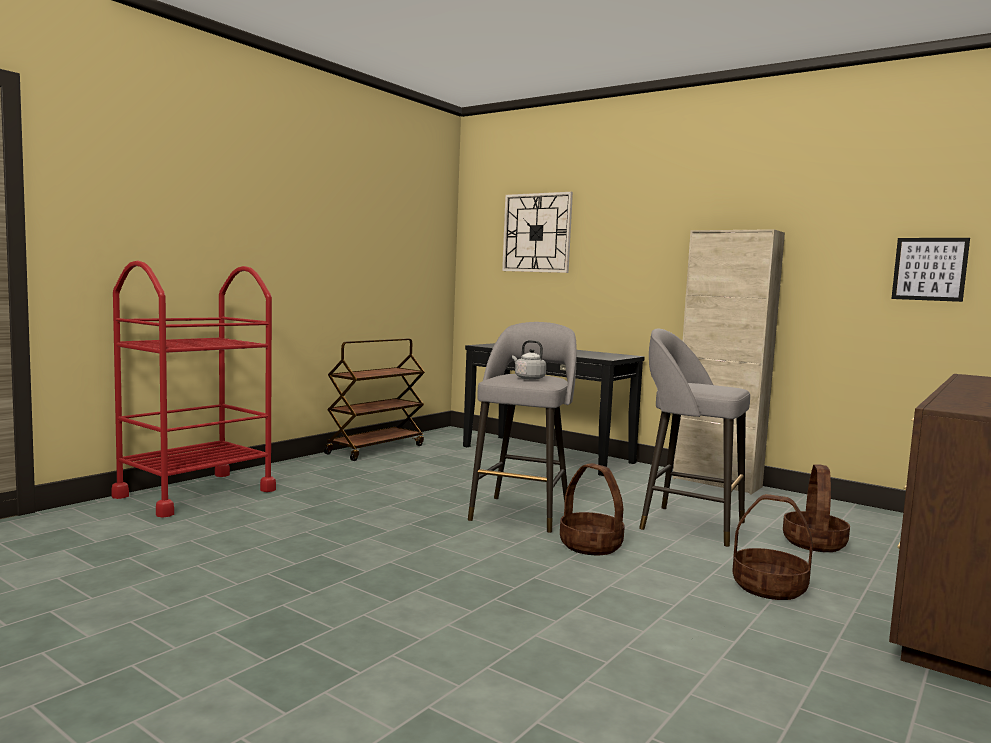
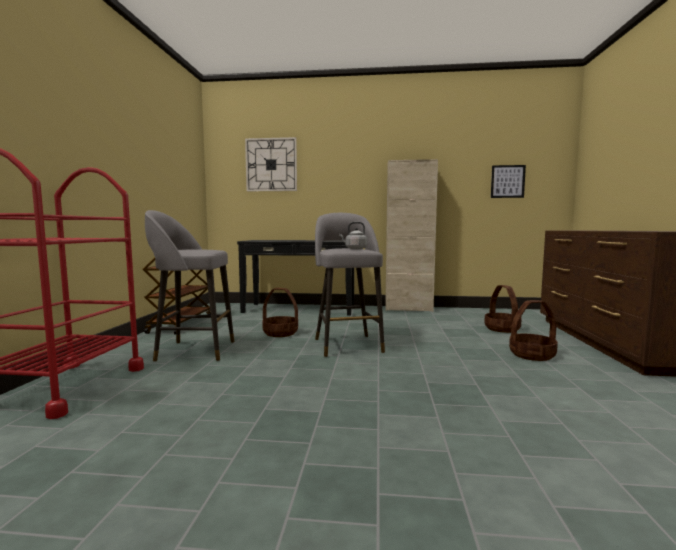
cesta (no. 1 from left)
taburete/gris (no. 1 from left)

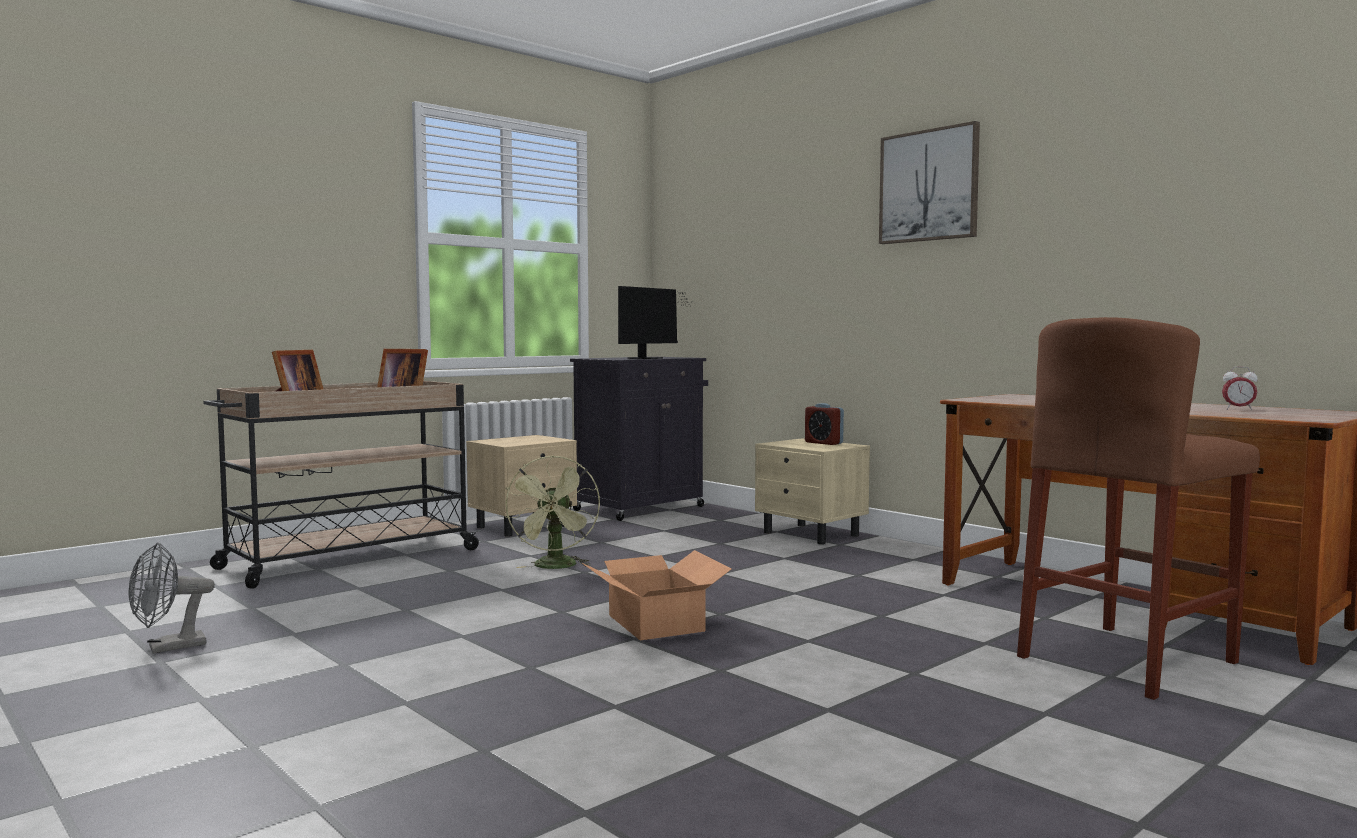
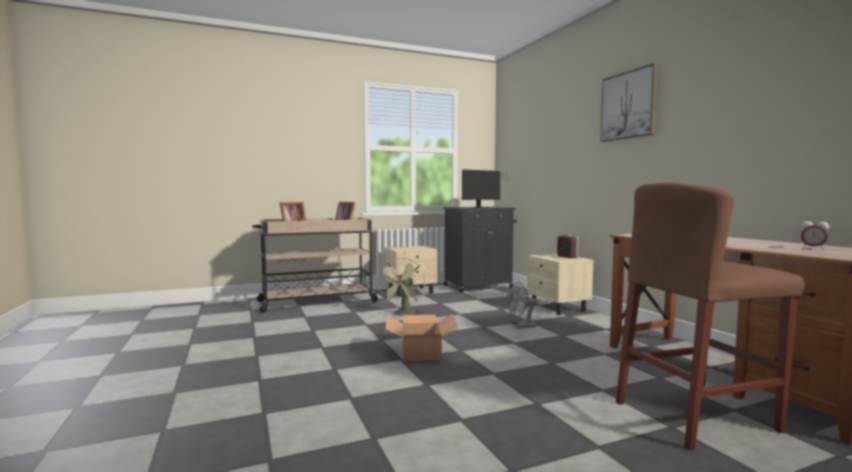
ventilador/gris

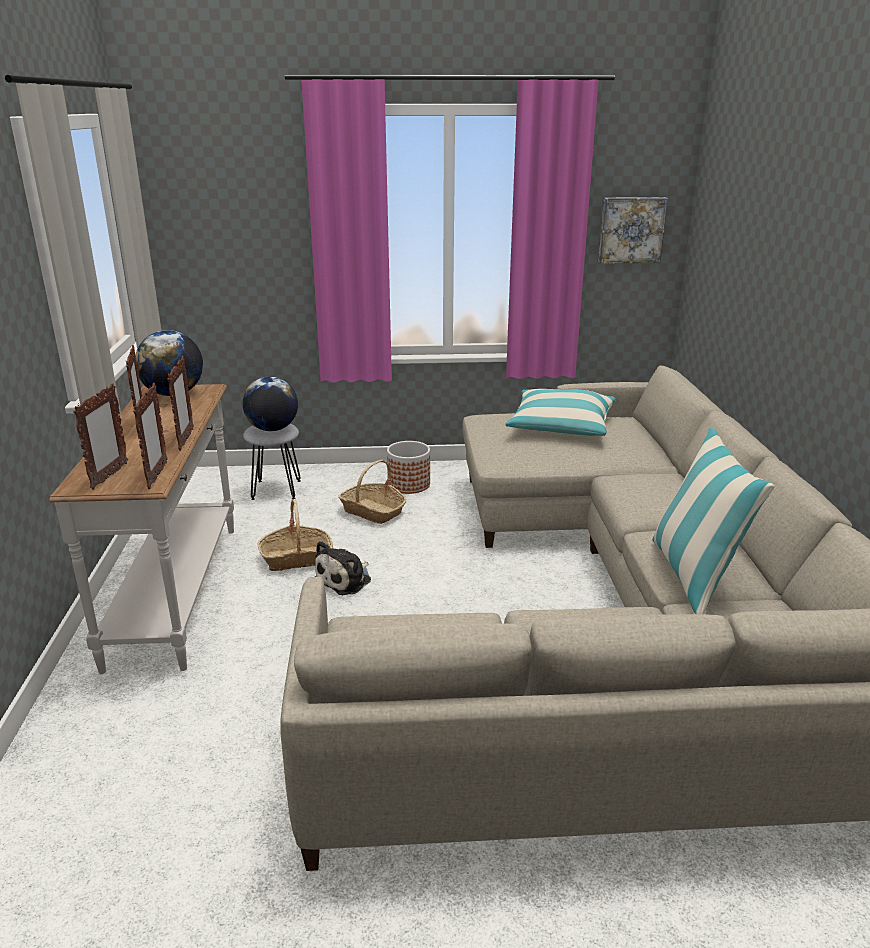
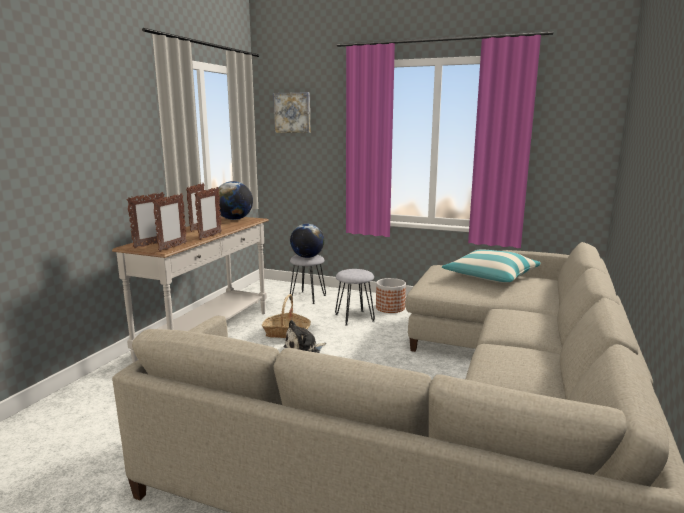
taburete/gris (no. 2 from left)
cuadro
cojín (no. 2 from left in the first image)

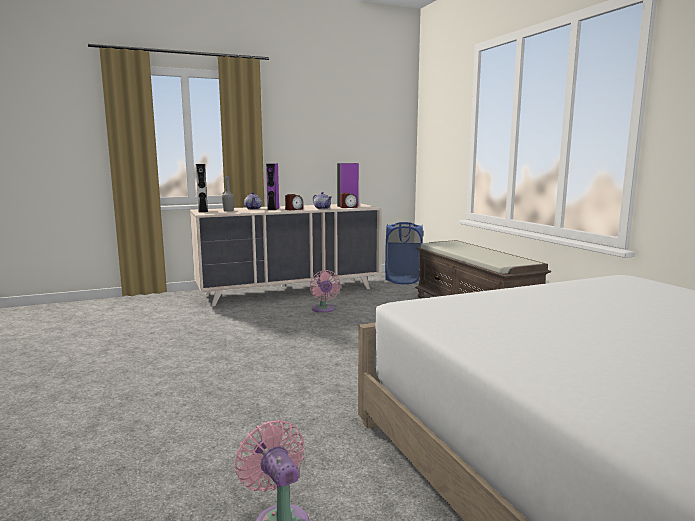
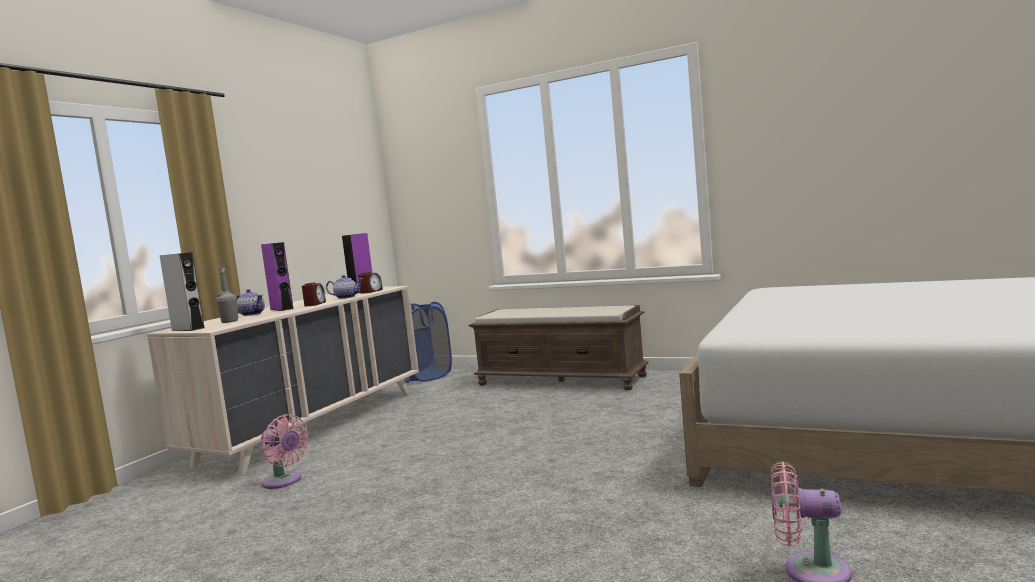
ventilador/rosa (no. 1 from left)

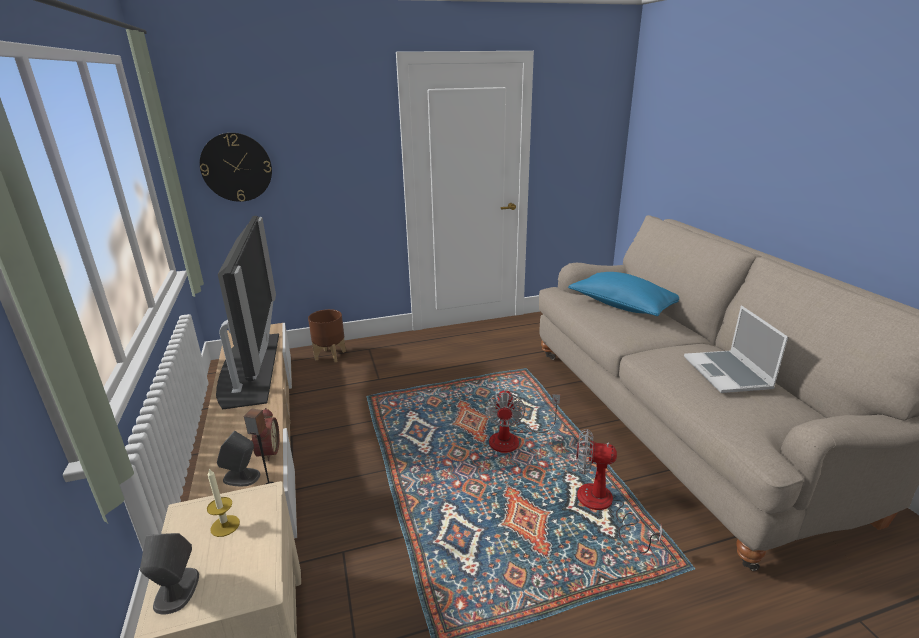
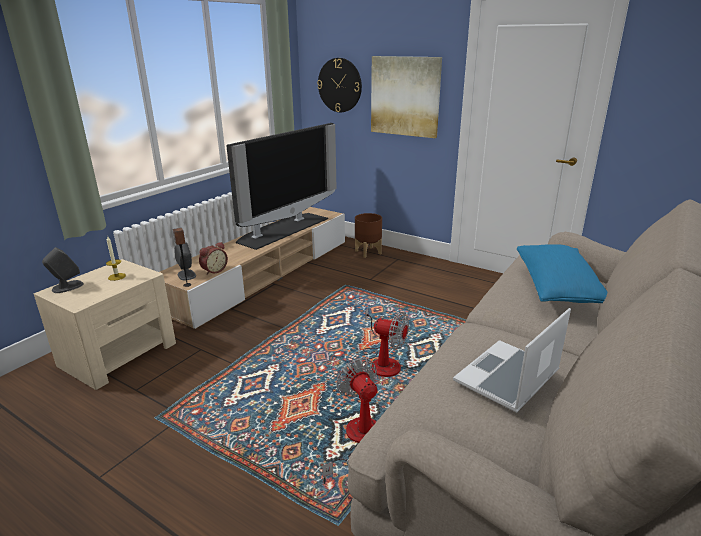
ventilador (no. 2 from left)
cuadro

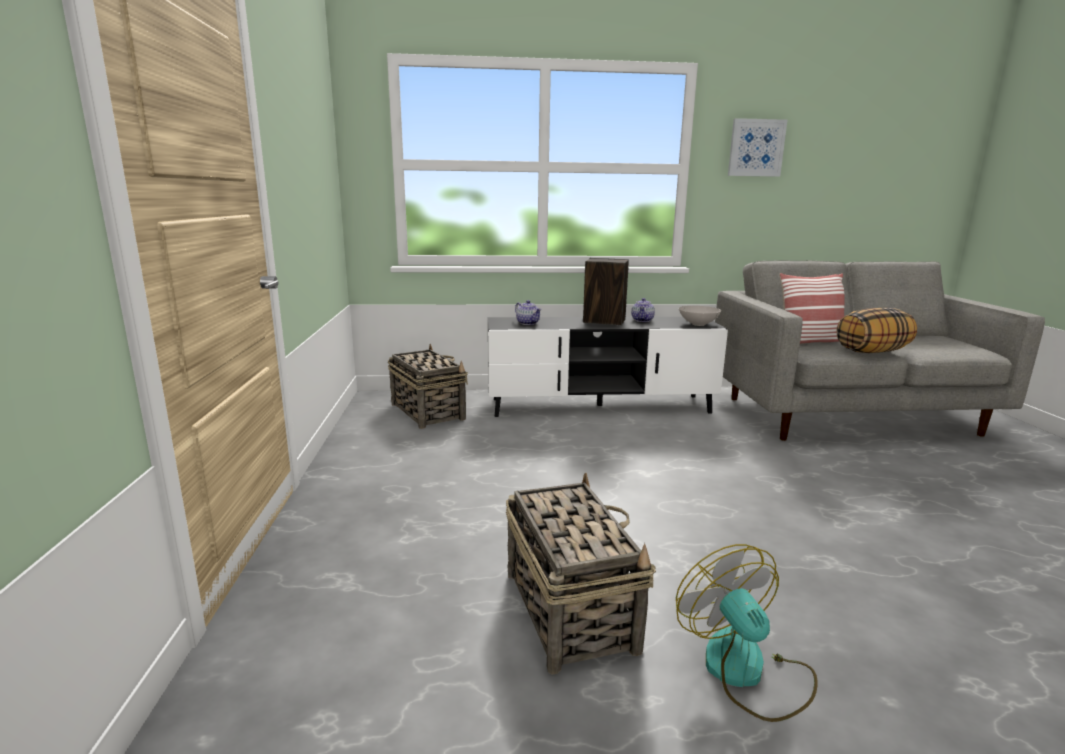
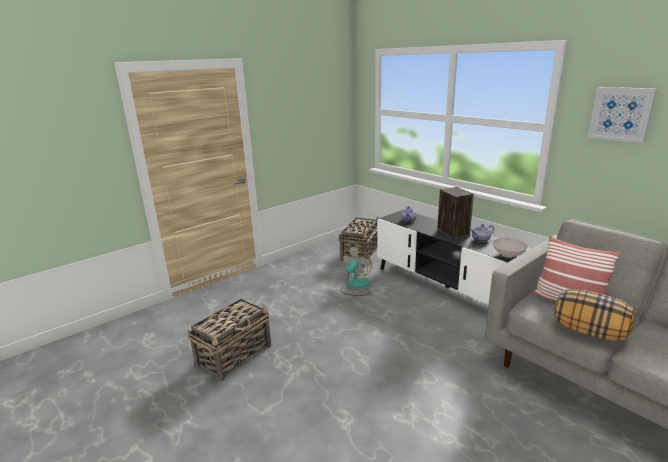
ventilador

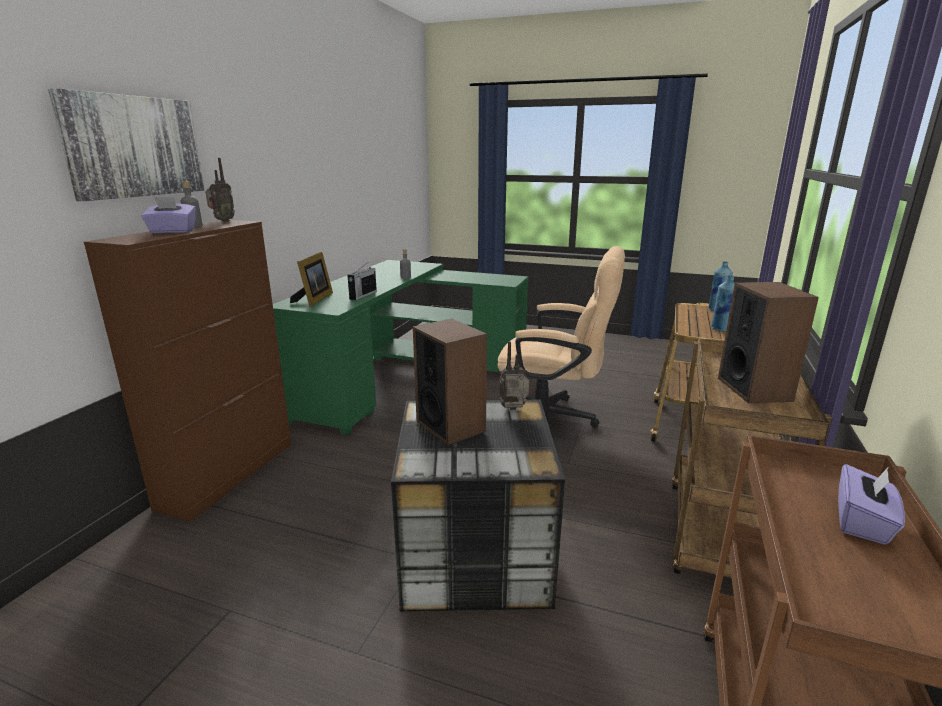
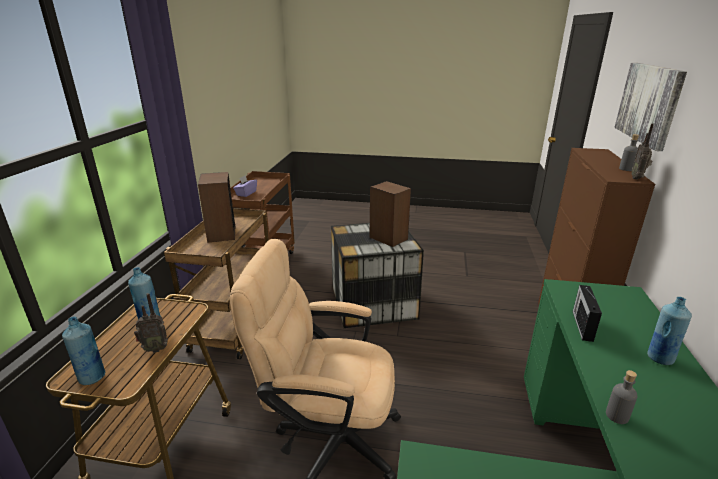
caja de pañuelos/morado (no. 1 from left in the first image)
portarretratos
radio (no. 1 from left)
botella/azul (no. 3 from left)

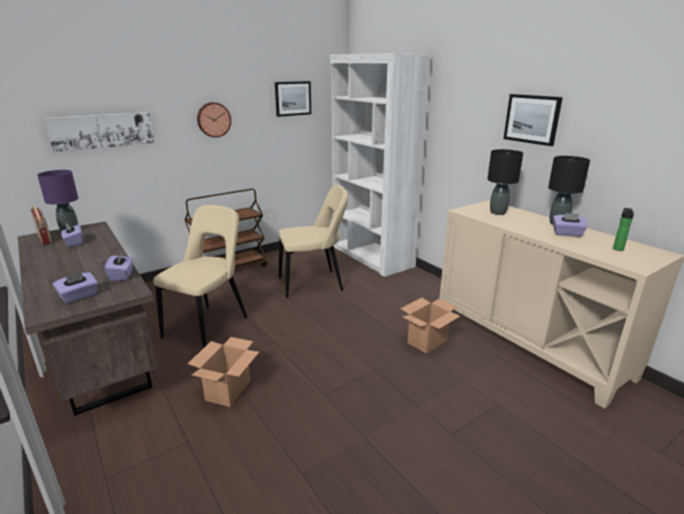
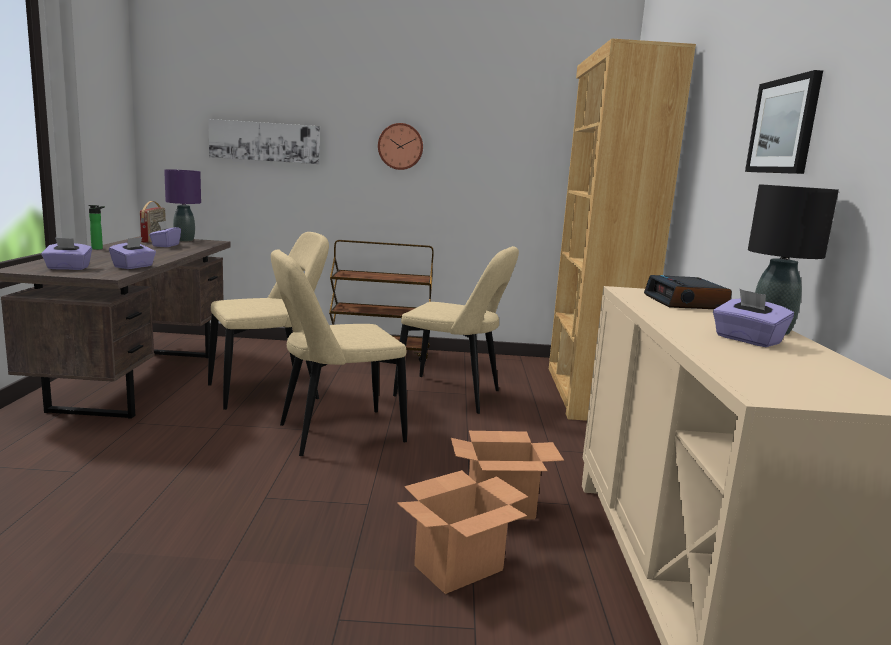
caja de cartón (no. 1 from left)
cuadro (no. 2 from left in the first image)
estantería/marrón
despertador
botella
silla/beis (no. 2 from left)

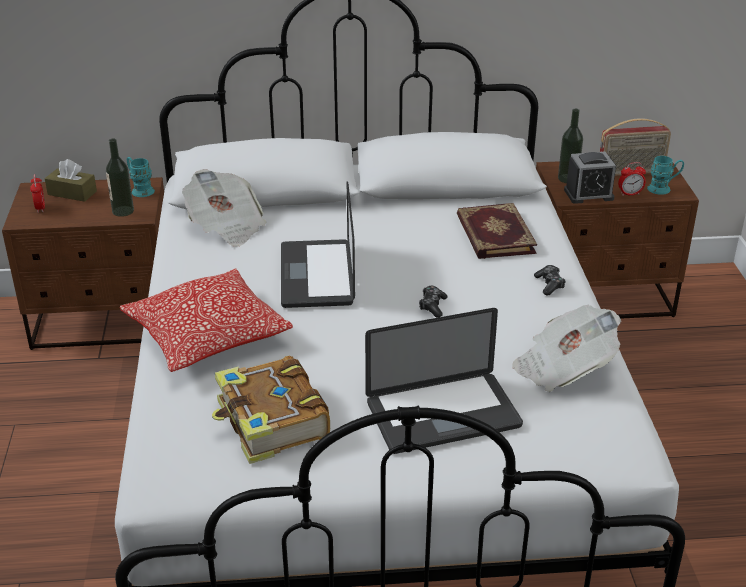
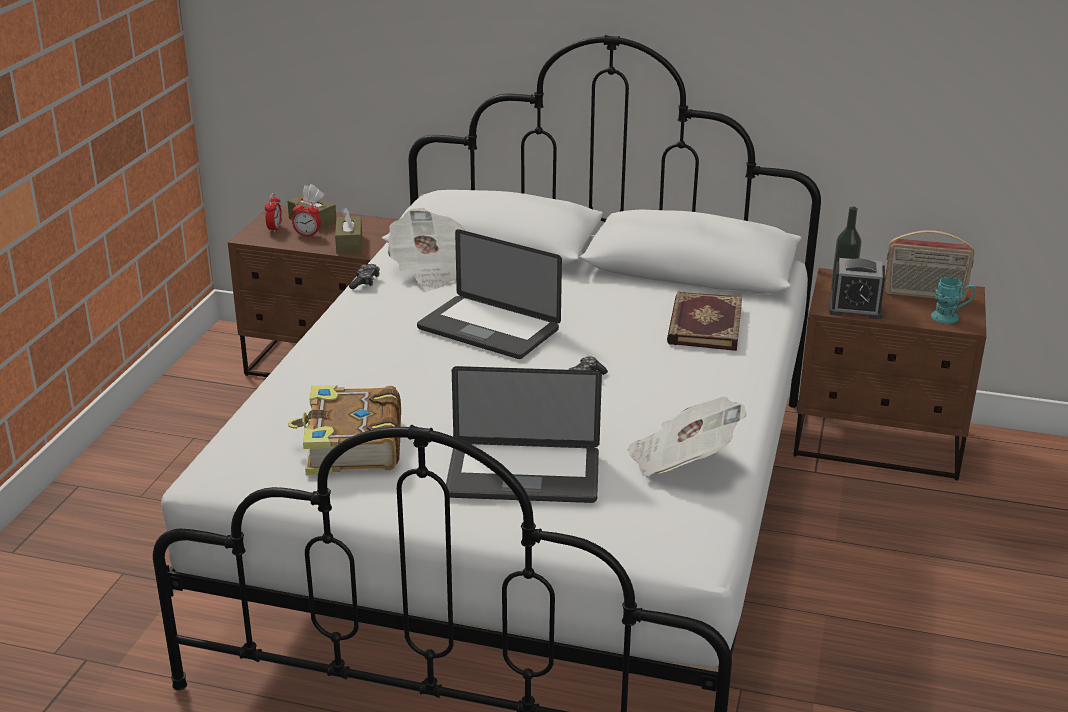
caja de pañuelos/marrón (no. 2 from left)
cojín
taza grande/turquesa (no. 1 from left in the first image)
portátil (no. 1 from left)
mando de consola (no. 1 from left)
despertador (no. 2 from left)

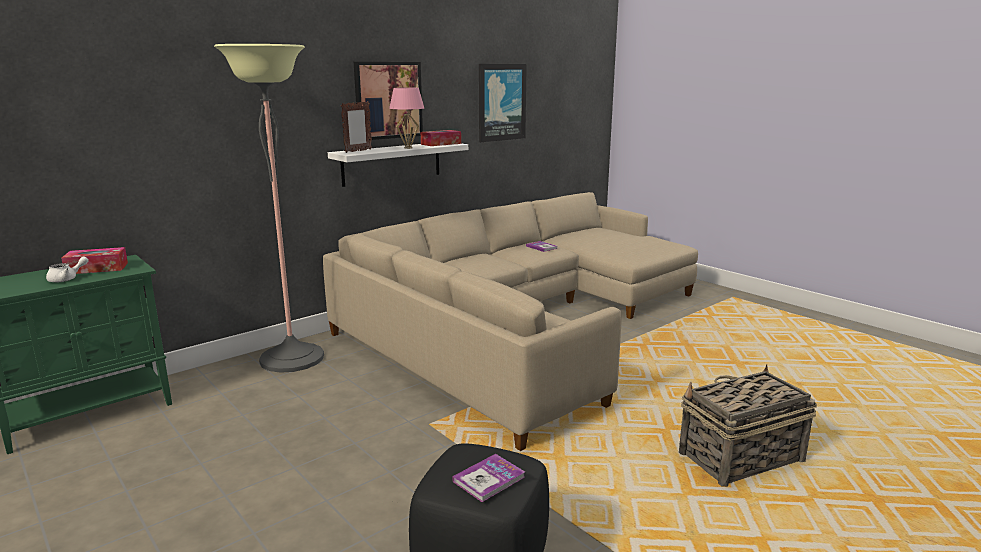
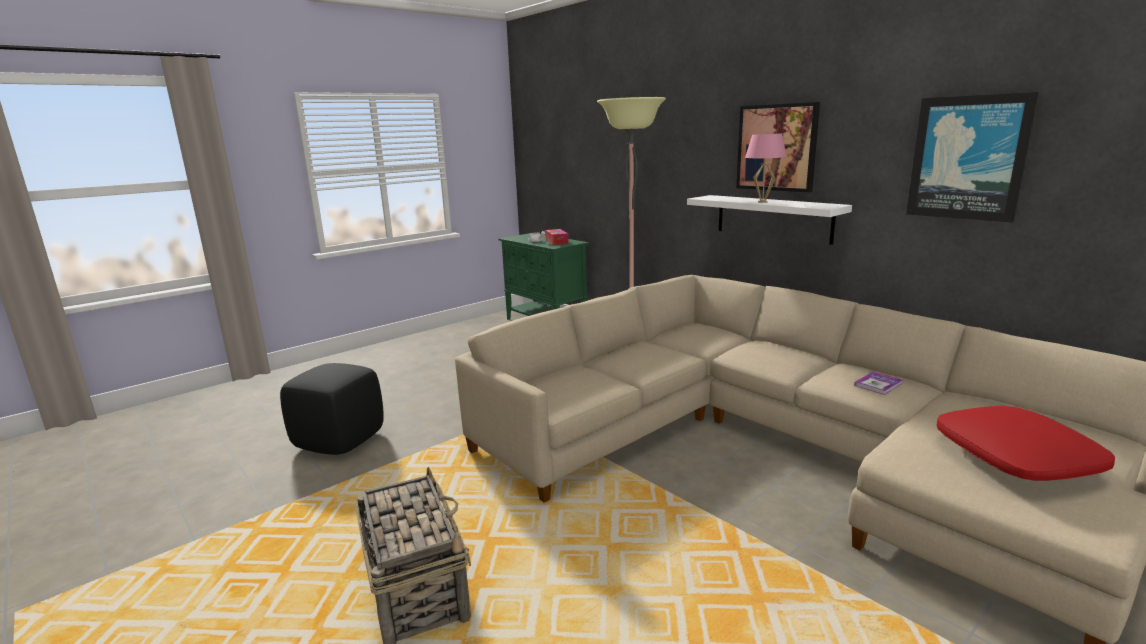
portarretratos
caja de pañuelos (no. 2 from left in the first image)
libro (no. 1 from left in the first image)
cojín/rojo

